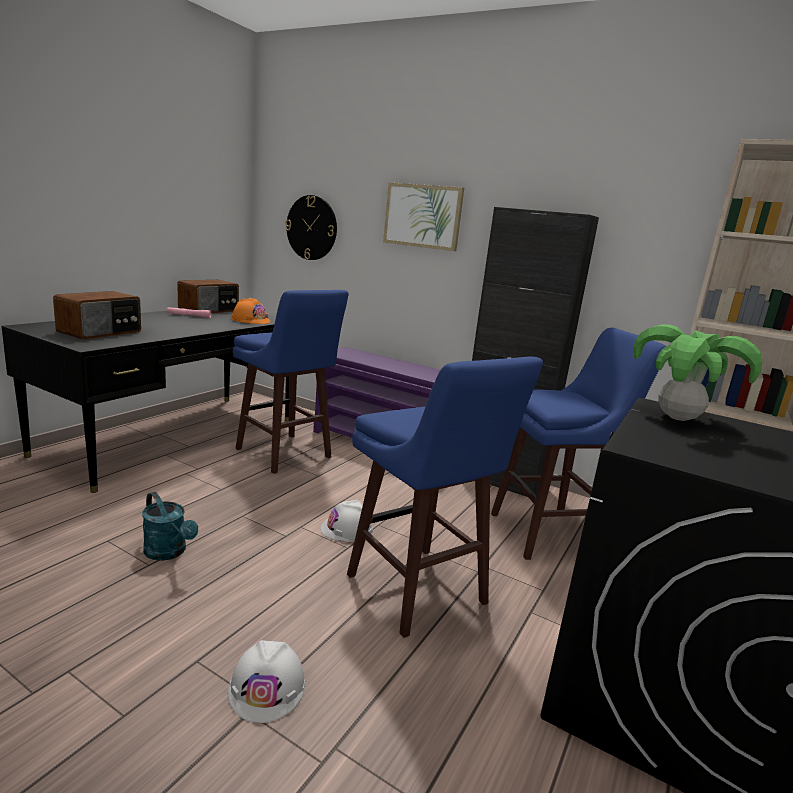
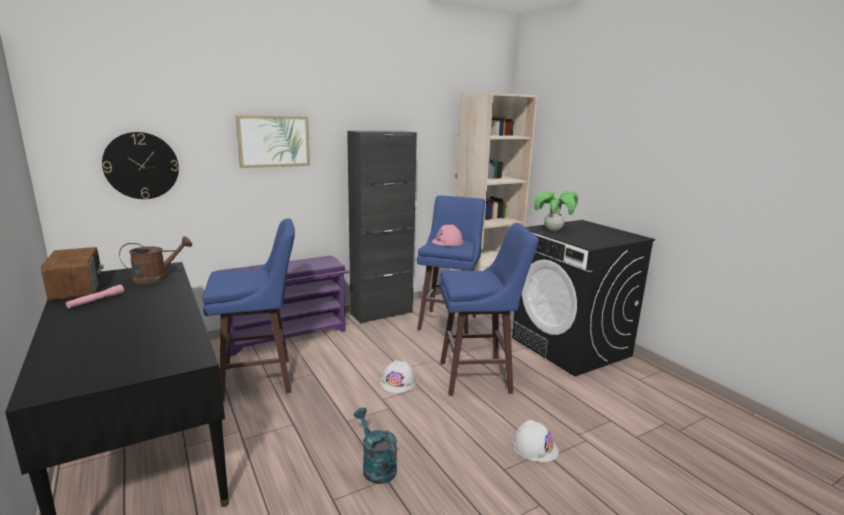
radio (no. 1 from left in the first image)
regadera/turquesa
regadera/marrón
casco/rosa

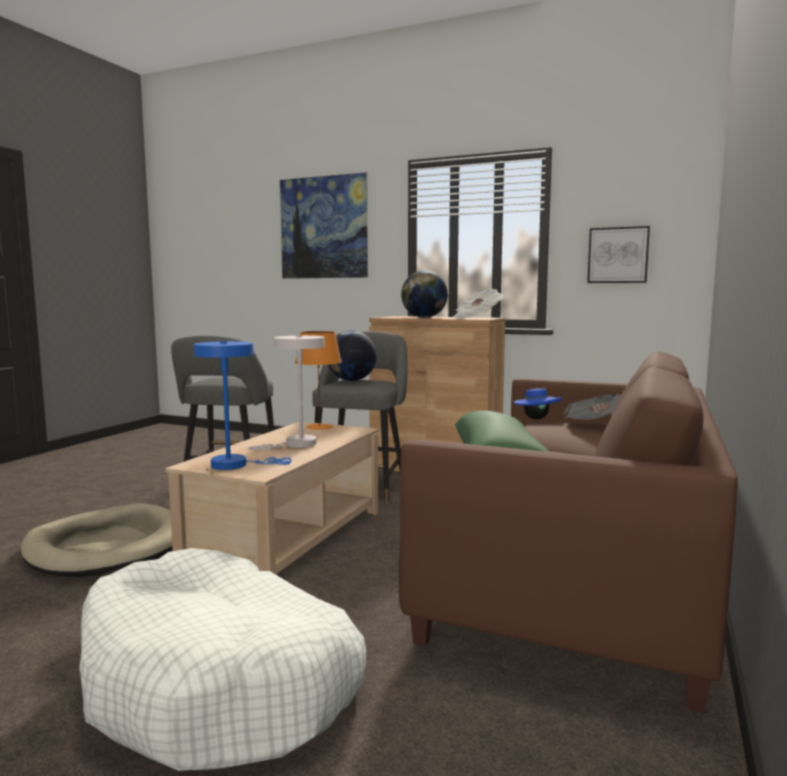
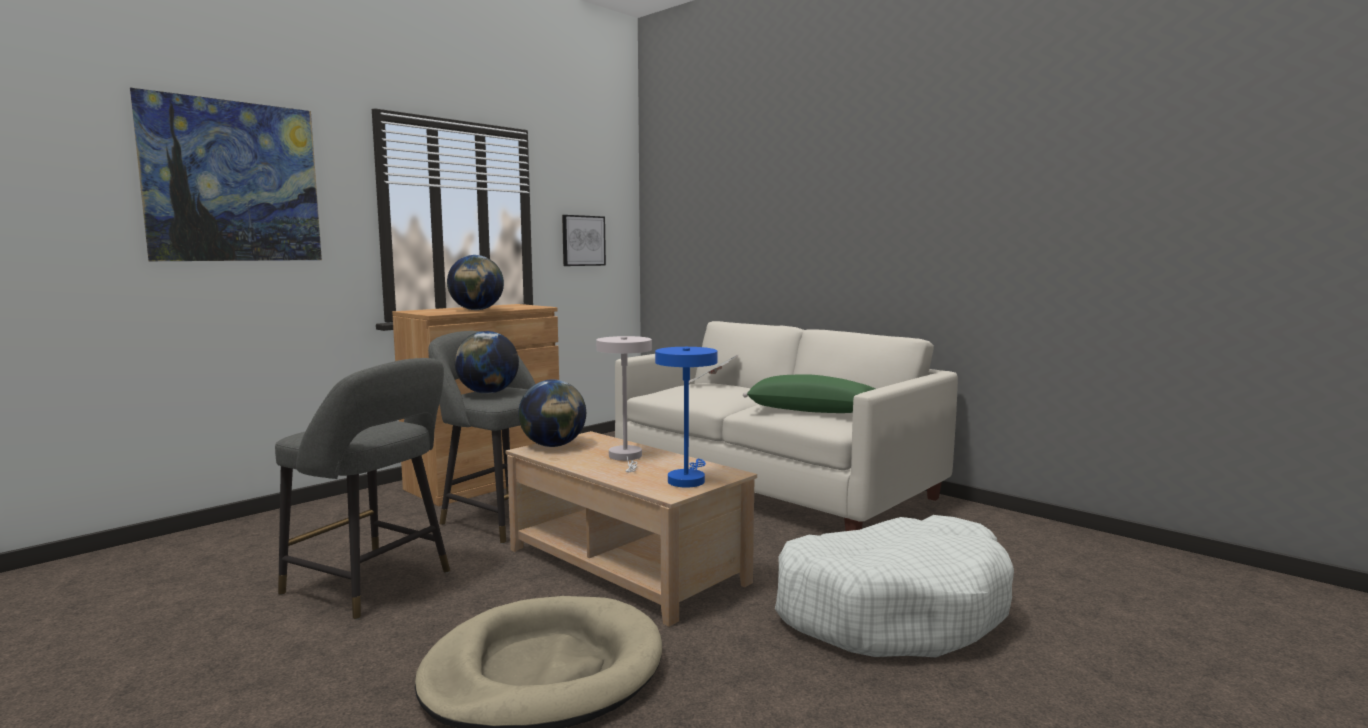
globo terráqueo (no. 3 from left)
sofá/blanco
periódico (no. 1 from left in the first image)
sombrero/azul

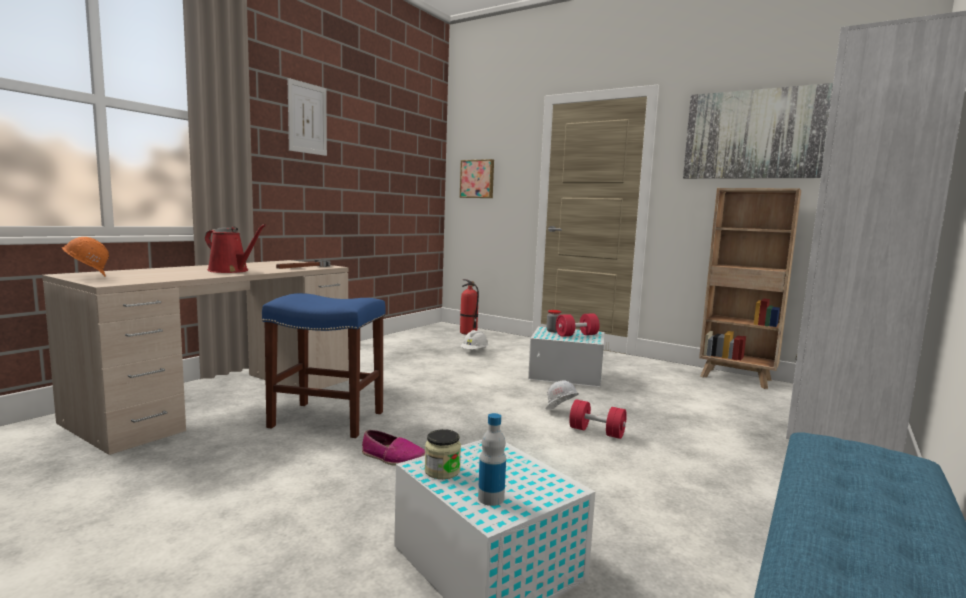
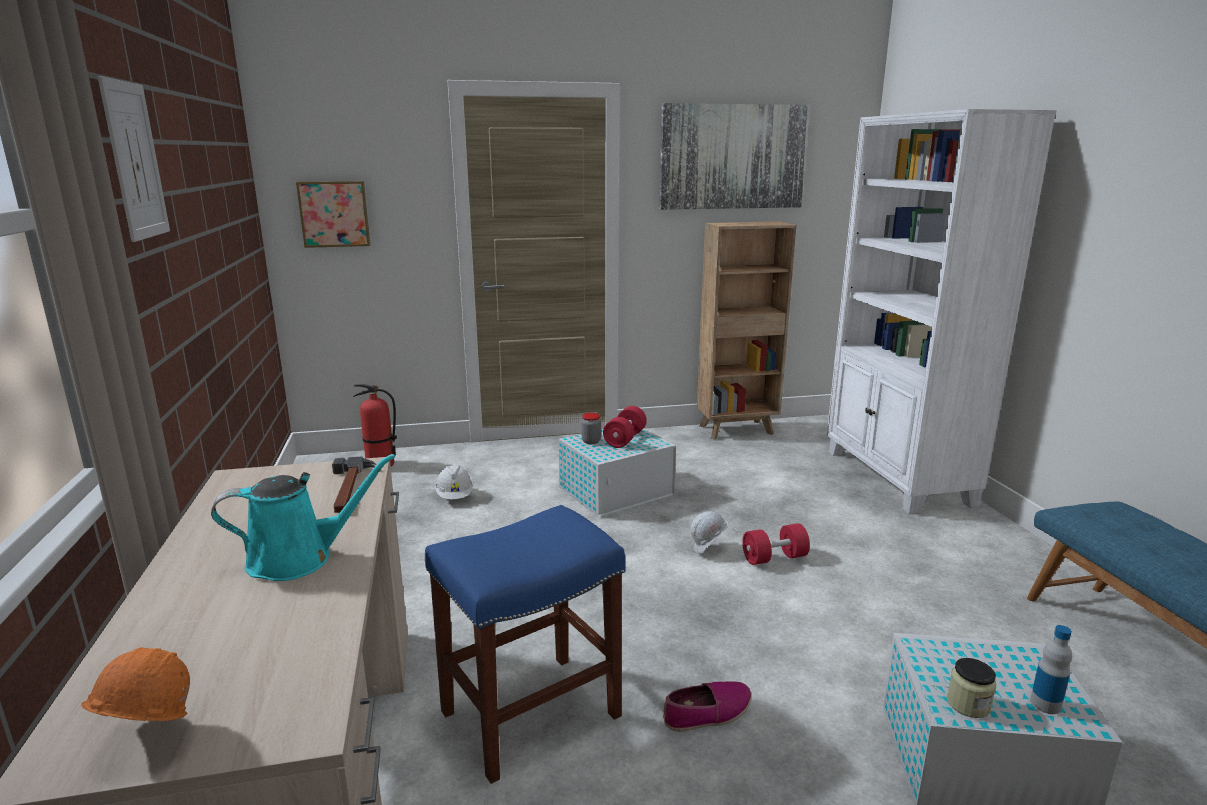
regadera/turquesa

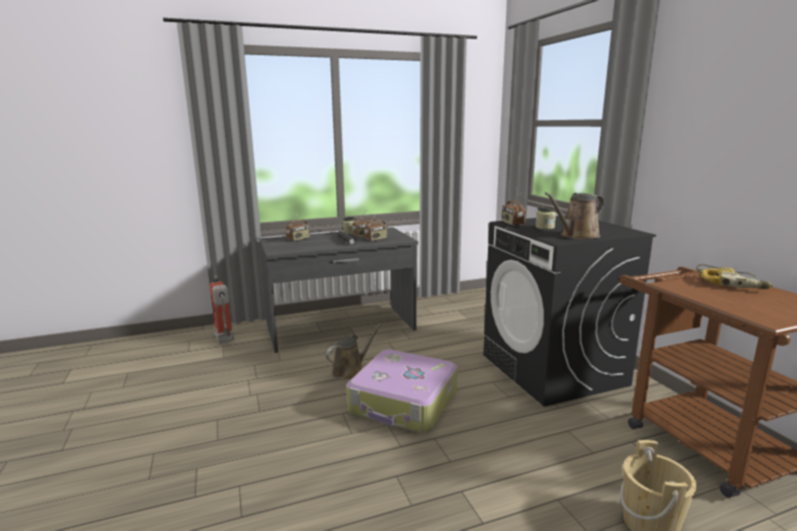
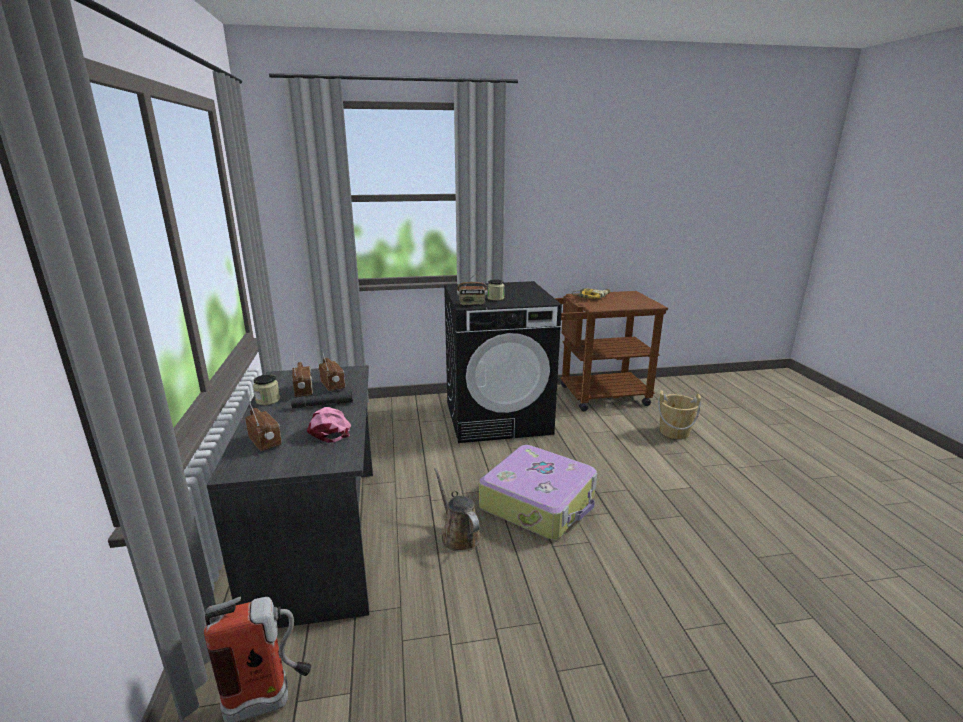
regadera/marrón (no. 2 from left in the first image)
gorra/rosa

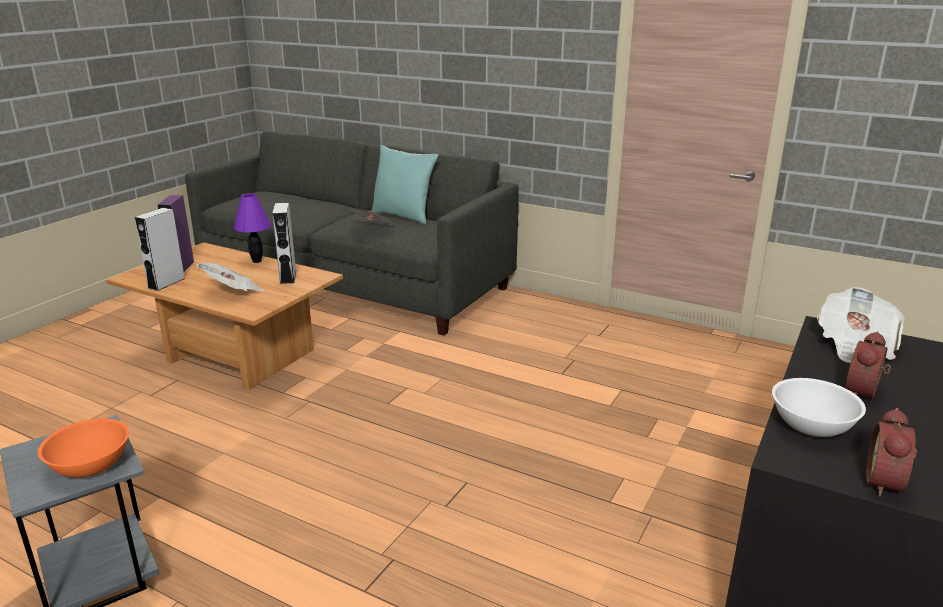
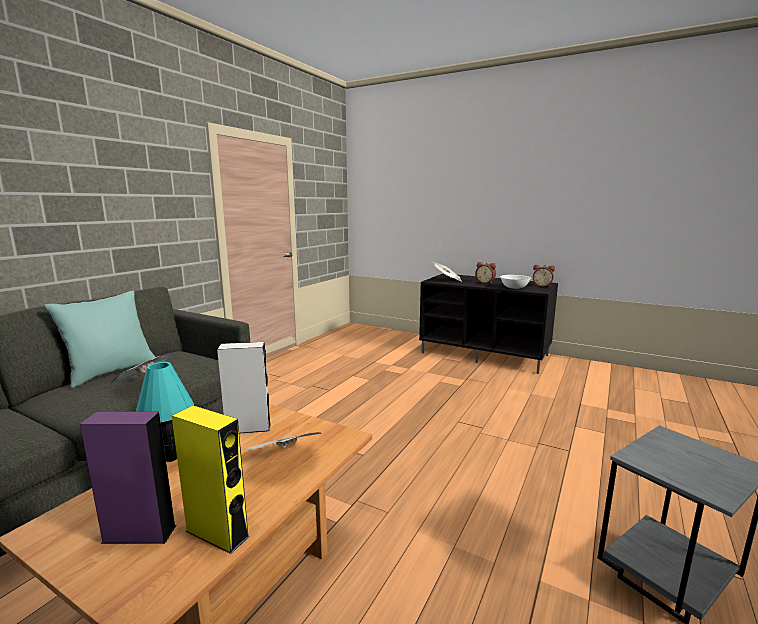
cuenco/naranja
altavoz/amarillo
lámpara de mesa/turquesa

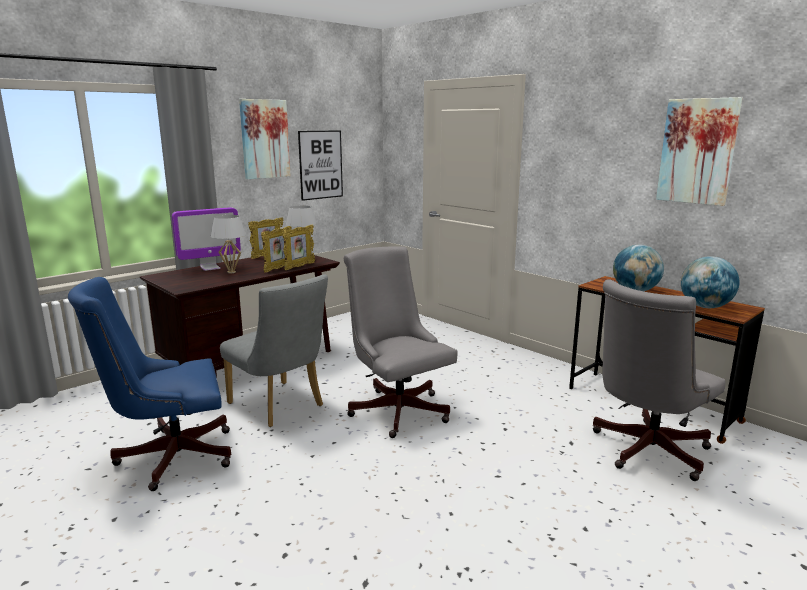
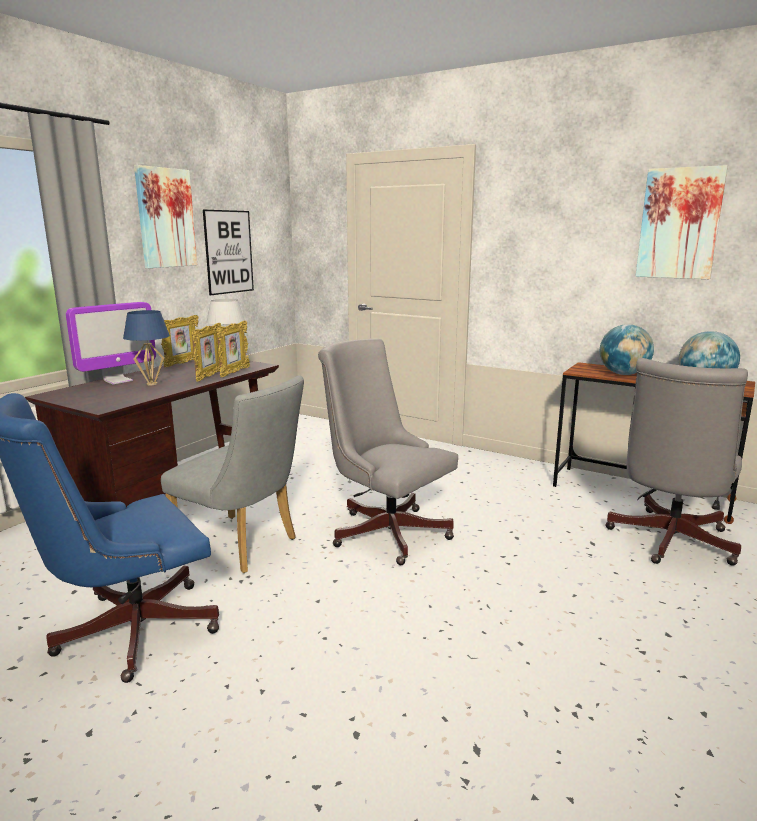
lámpara de mesa/azul

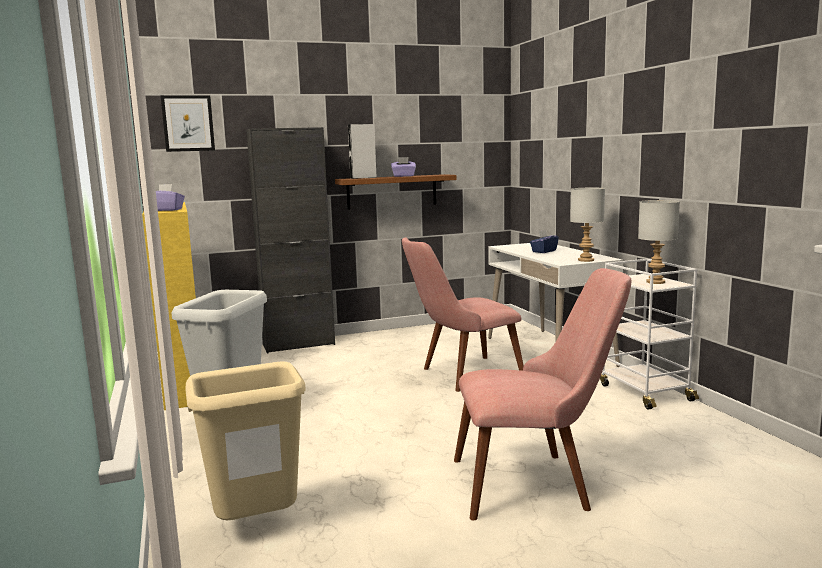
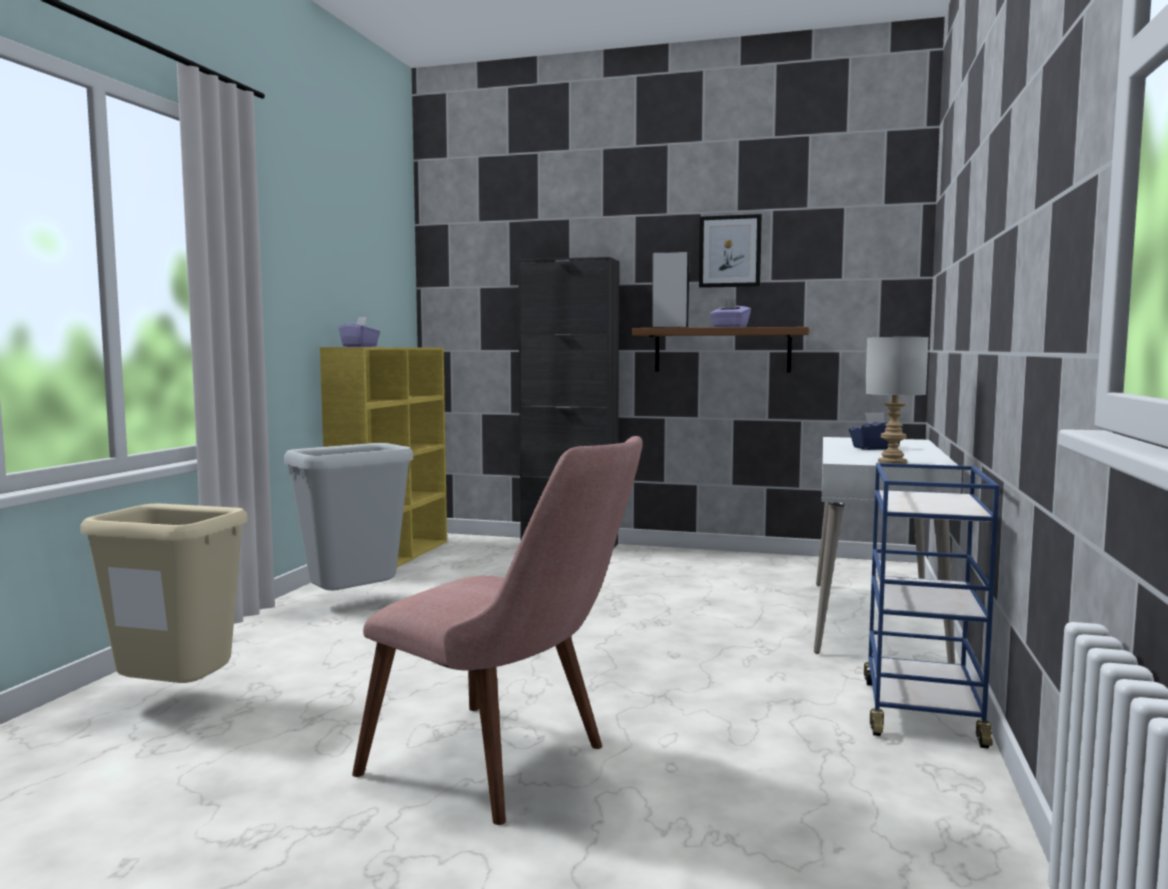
cuadro
silla/rosa (no. 1 from left in the first image)
carrito/azul
lámpara de mesa/gris (no. 2 from left in the first image)

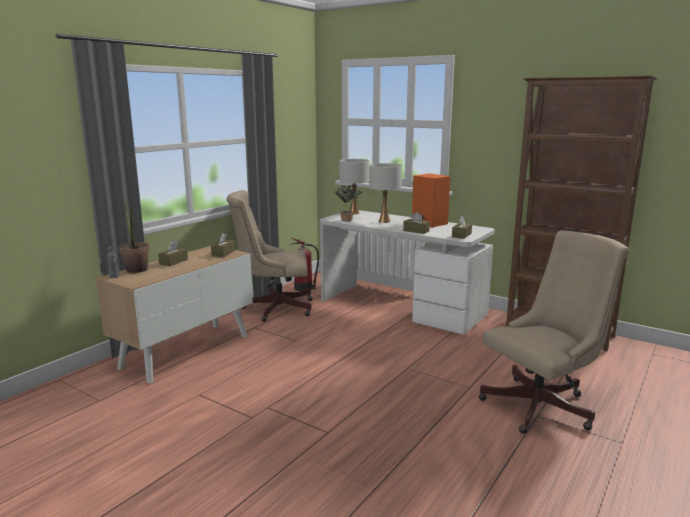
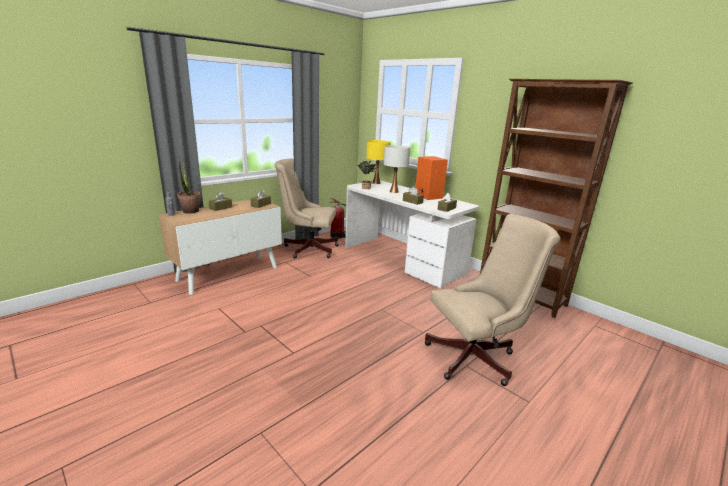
lámpara de mesa/amarillo

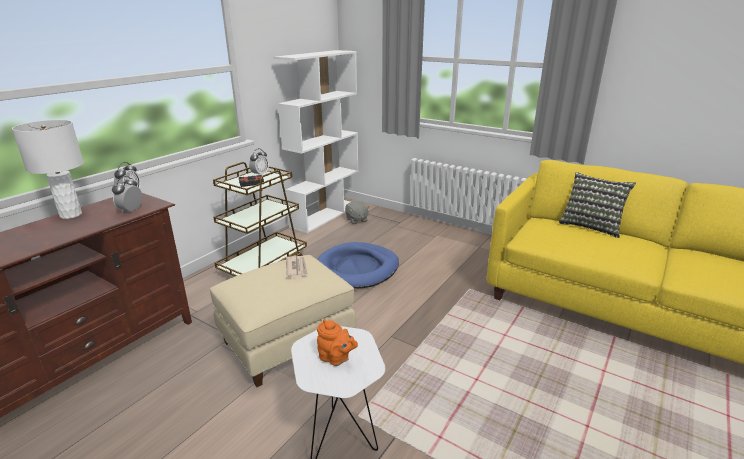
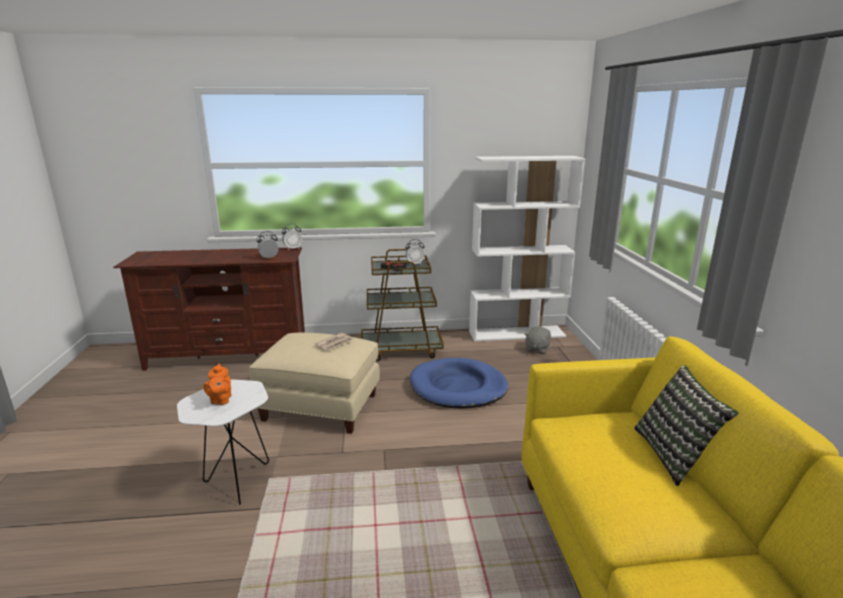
lámpara de mesa/blanco

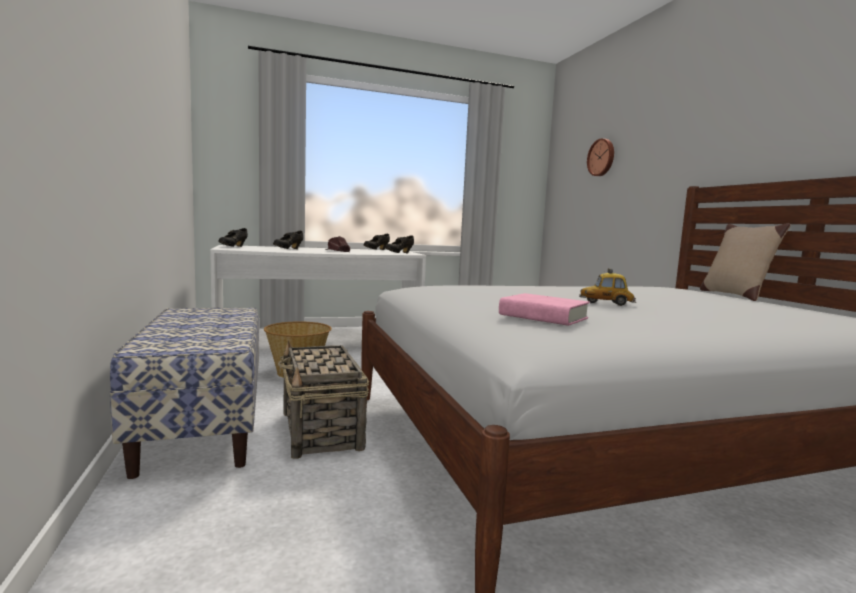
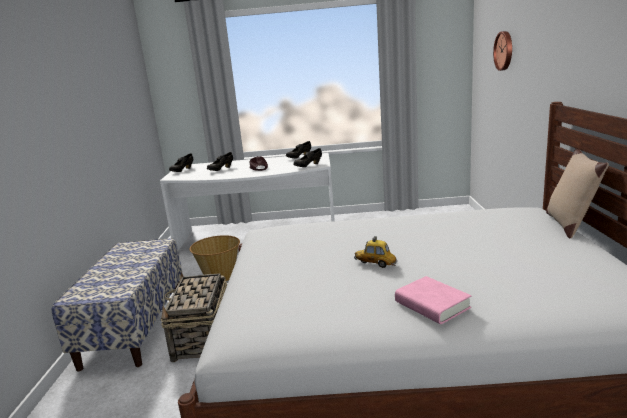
libro/rosa

